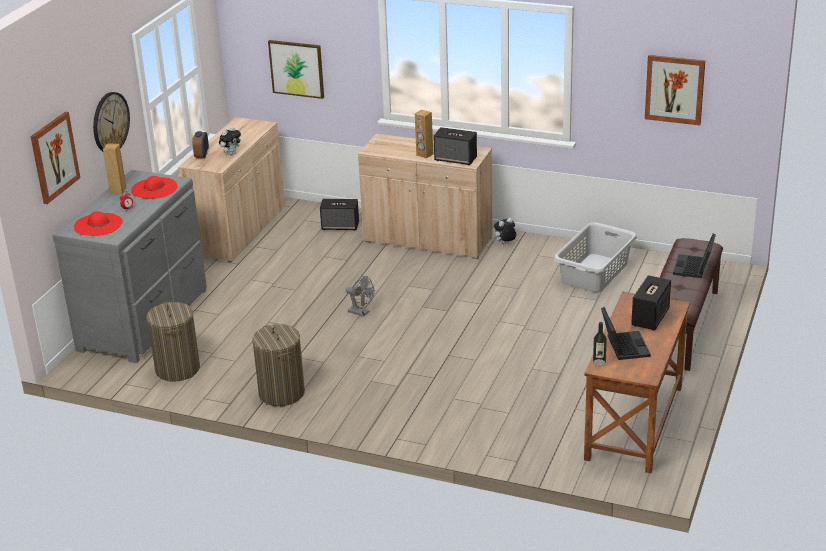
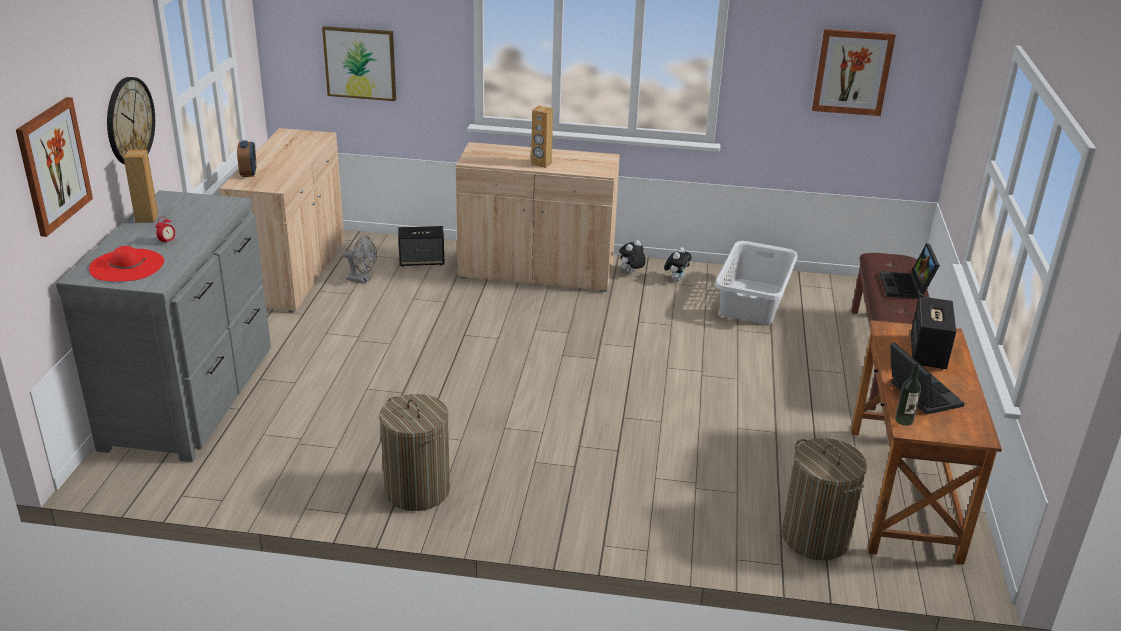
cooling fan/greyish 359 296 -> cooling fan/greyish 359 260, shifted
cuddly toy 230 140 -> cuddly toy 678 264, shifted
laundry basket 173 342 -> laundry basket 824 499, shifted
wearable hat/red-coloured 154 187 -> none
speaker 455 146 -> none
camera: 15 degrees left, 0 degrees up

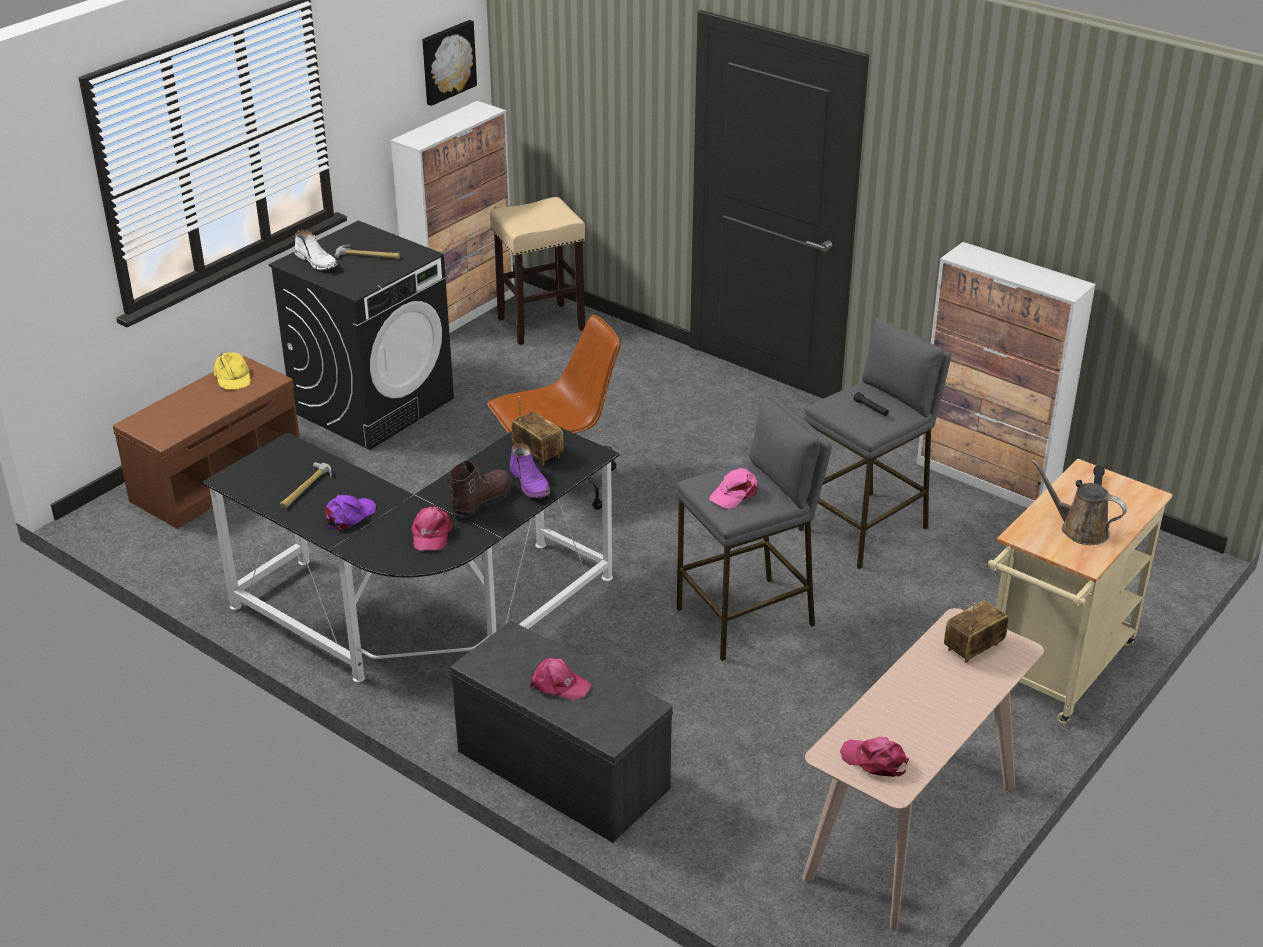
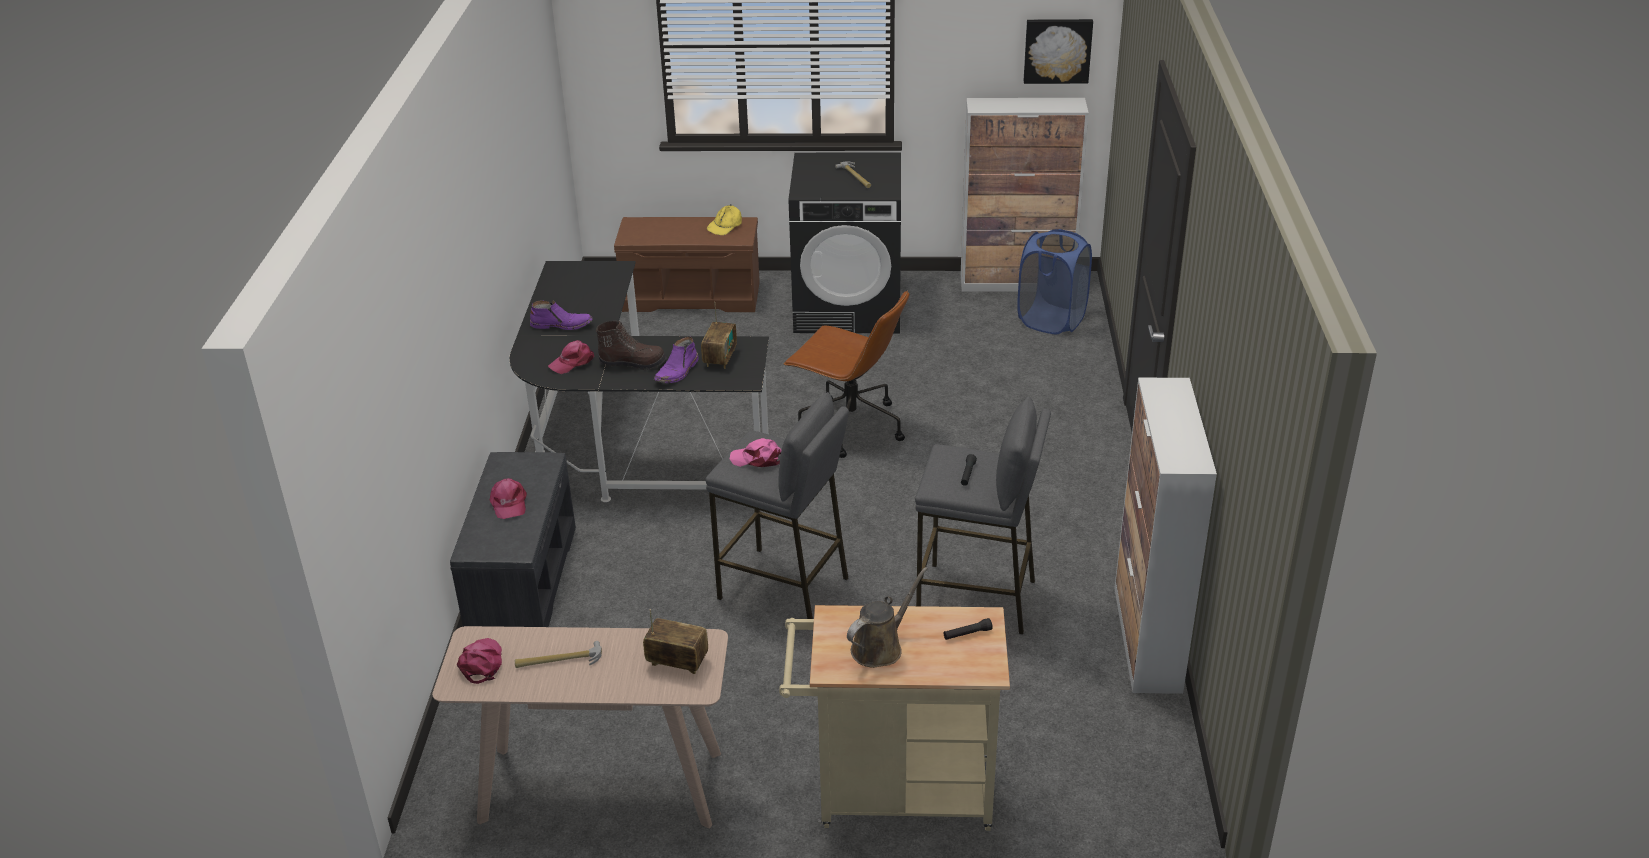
tool hammer 306 485 -> tool hammer 558 654, shifted
peaked cap/purple-coloured 350 513 -> tall boot/purple-coloured 561 315
watering pot/brown 1079 502 -> watering pot/brown 887 617, 45 degrees clockwise
stool/beige 537 271 -> laundry basket/blue-coloured 1054 281
tall boot/whitish 317 250 -> none
camera: 55 degrees right, 0 degrees up

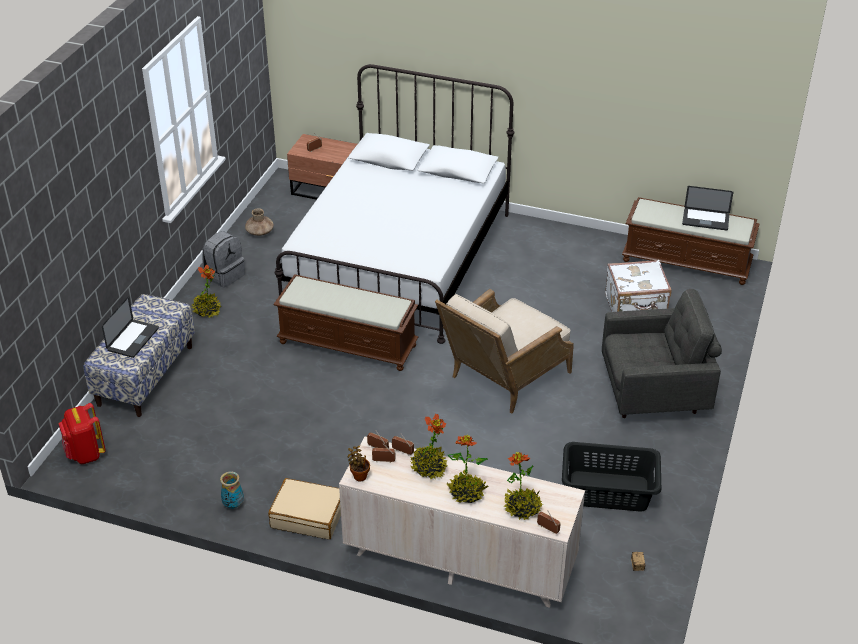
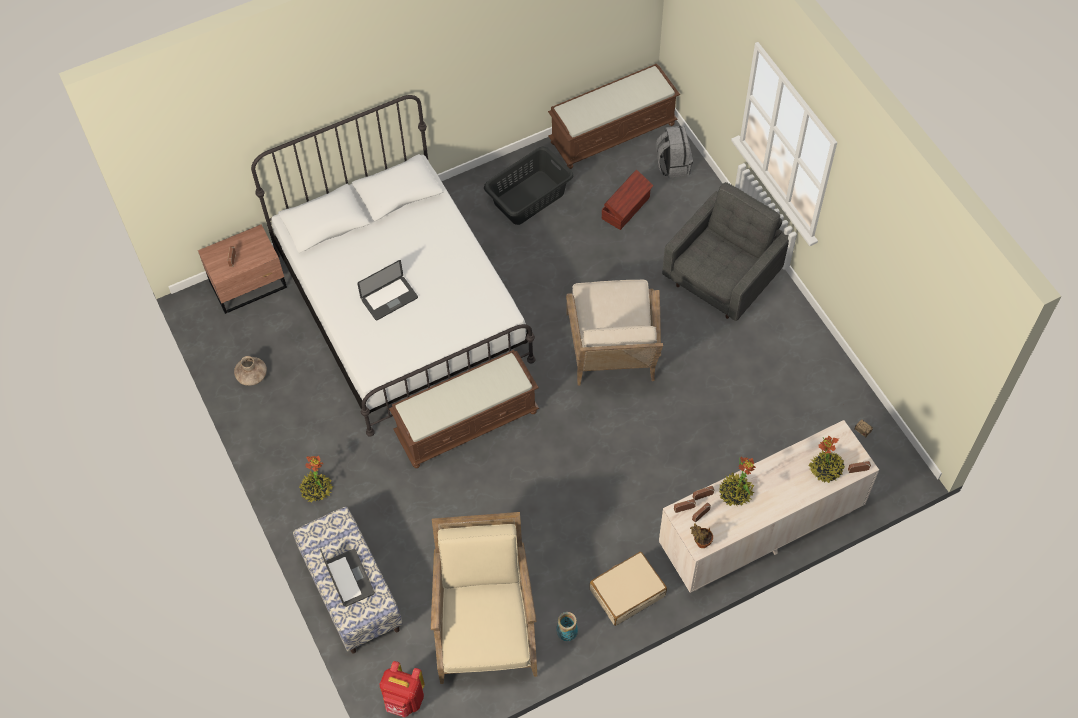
laptop 707 208 -> laptop 387 290, shifted
none -> armchair/beige 484 598
laundry basket/black-coloured 611 477 -> laundry basket/black-coloured 528 186, shifted
suitcase/whitish 638 286 -> storage bin/brown 627 200
backpack/greyish 223 259 -> backpack/greyish 674 152, shifted
potted plant 468 469 -> none
camera: 45 degrees left, 20 degrees up

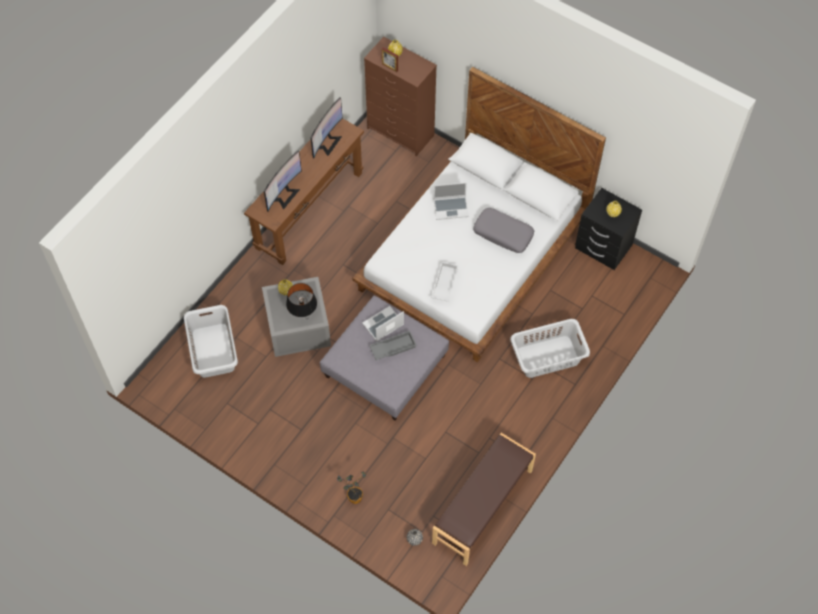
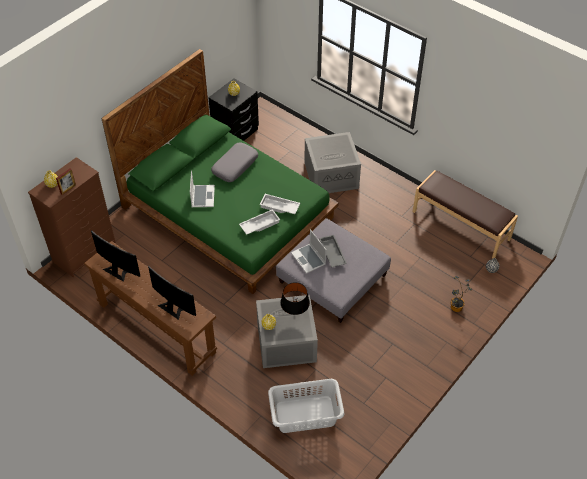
sleeping bed/whitish 479 214 -> sleeping bed/green 220 171
none -> tray/whitish 259 222
laundry basket/greyish 550 348 -> storage bin/greyish 332 162
camera: 85 degrees left, 10 degrees down

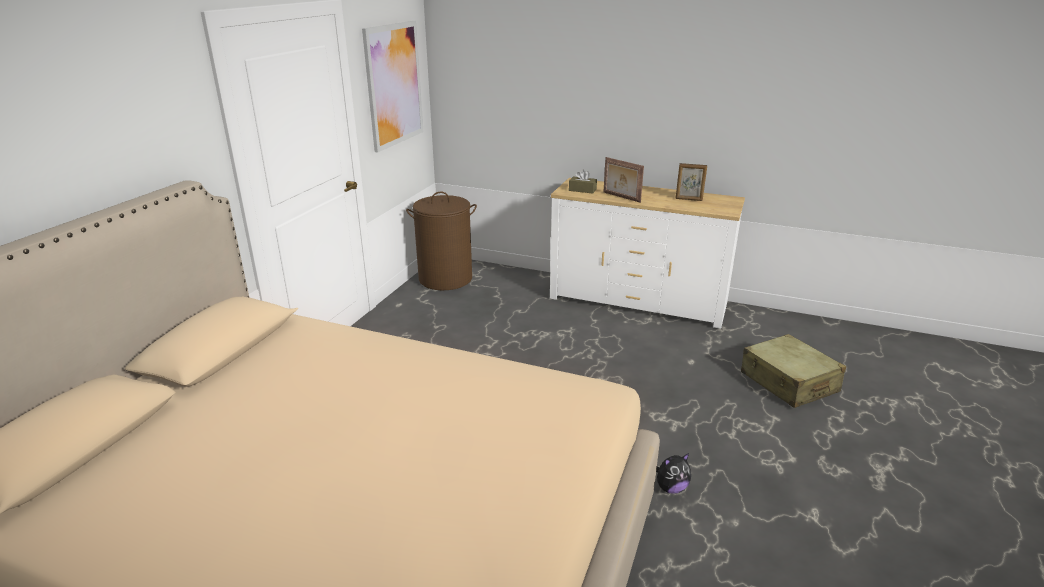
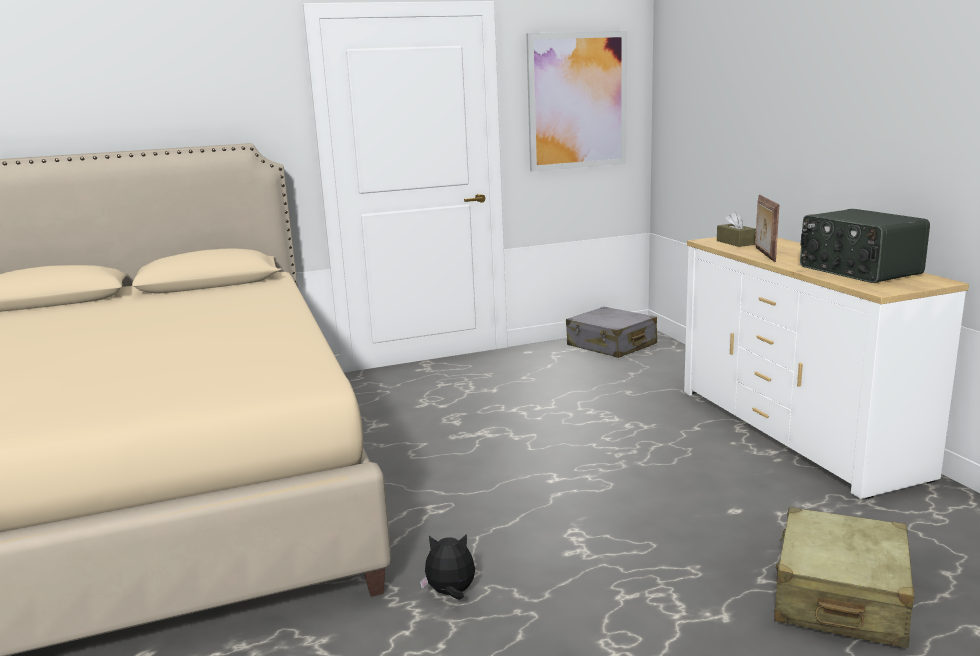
cuddly toy 673 473 -> cuddly toy 447 567, 150 degrees clockwise
laundry basket/brown 441 240 -> suitcase/greyish 611 332
standing frame 691 182 -> radio 865 246
camera: 50 degrees right, 10 degrees down

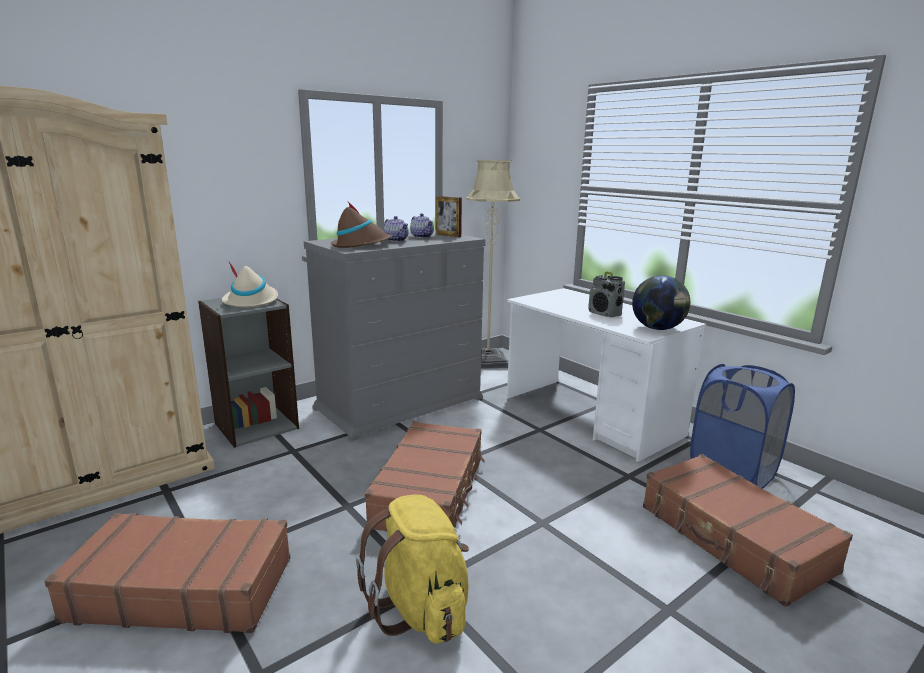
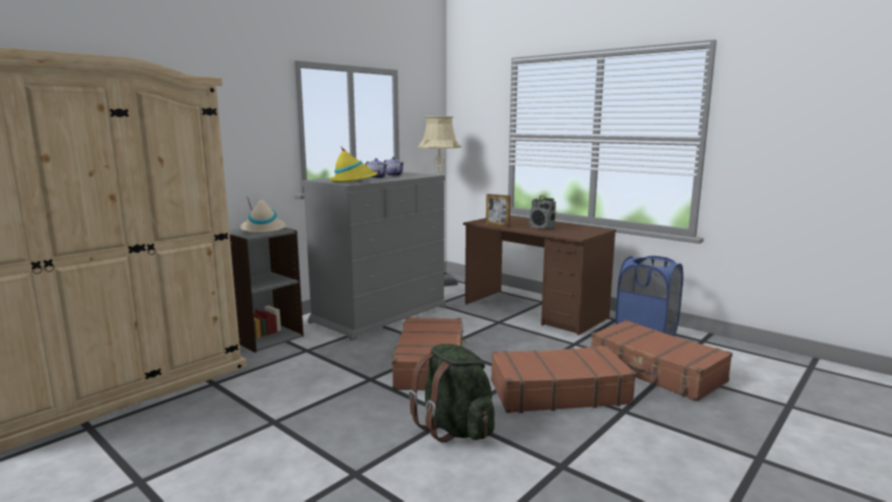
wearable hat/brown 361 225 -> wearable hat/yellow 354 165
backpack/yellow 412 569 -> backpack/green 451 393
desk table/whitish 606 375 -> desk table/brown 539 276
standing frame 449 216 -> standing frame 498 210, shifted
suitcase/brown 167 573 -> suitcase/brown 563 379, shifted
desk globe 661 302 -> none
camera: 10 degrees left, 5 degrees down

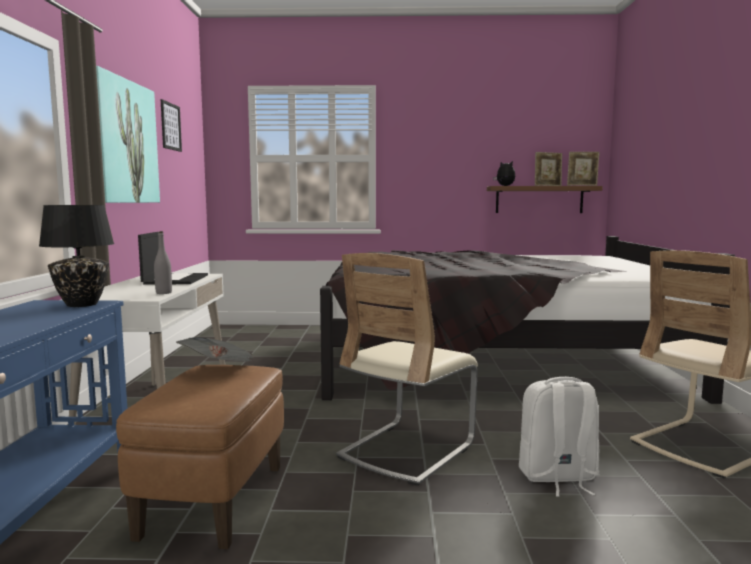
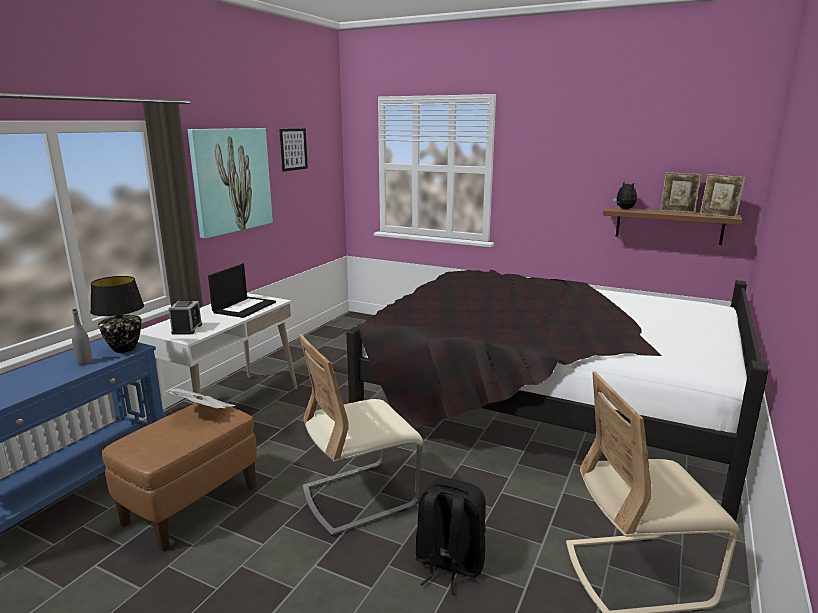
bottle/greyish 163 263 -> bottle/greyish 82 337, shifted
none -> alarm clock 185 318
backpack/whitish 559 437 -> backpack/black-coloured 450 536
camera: 25 degrees right, 10 degrees up

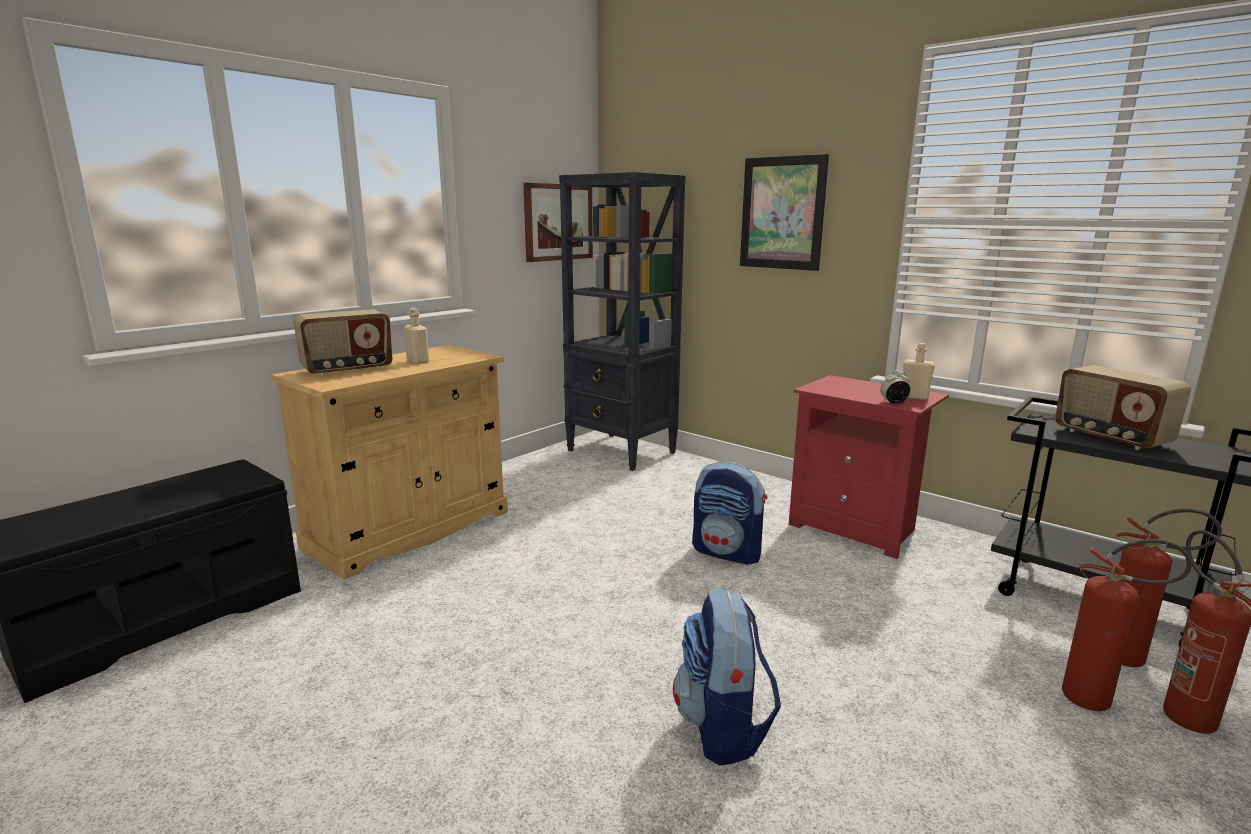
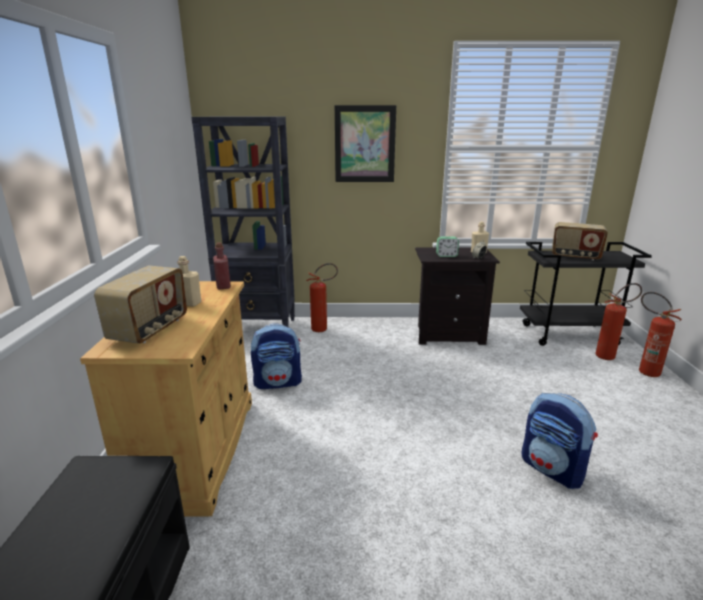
none -> bottle/red-coloured 222 266
backpack 730 513 -> backpack 276 356, shifted
fire-fighting cylinder 1127 625 -> fire-fighting cylinder 322 297, shifted
night table/red-coloured 869 467 -> night table/black-coloured 457 296
none -> alarm clock 447 247
picture 558 222 -> none
camera: 40 degrees left, 5 degrees up

